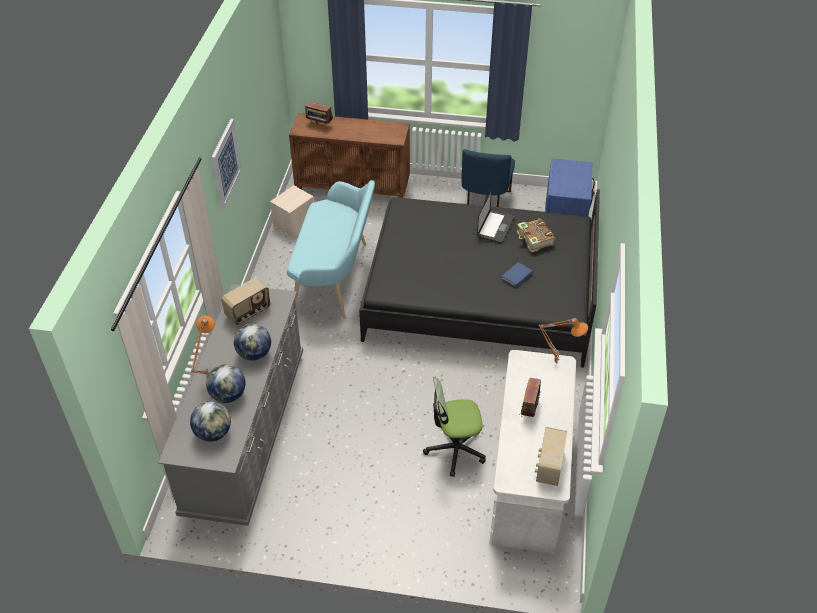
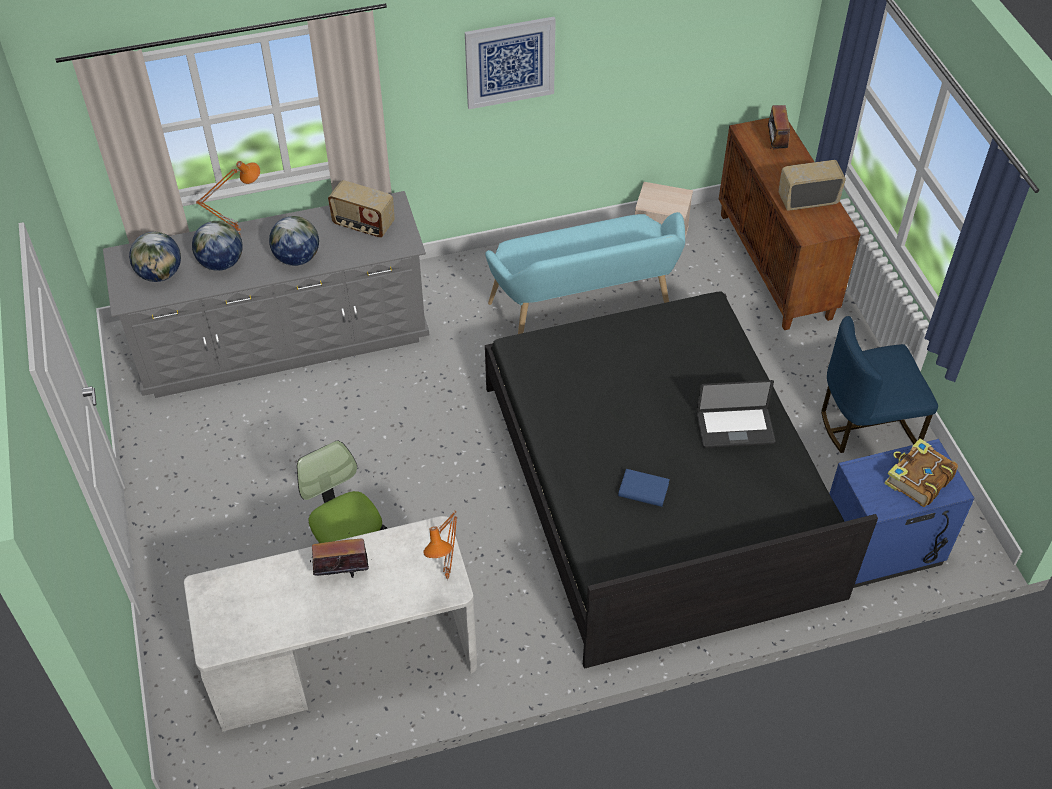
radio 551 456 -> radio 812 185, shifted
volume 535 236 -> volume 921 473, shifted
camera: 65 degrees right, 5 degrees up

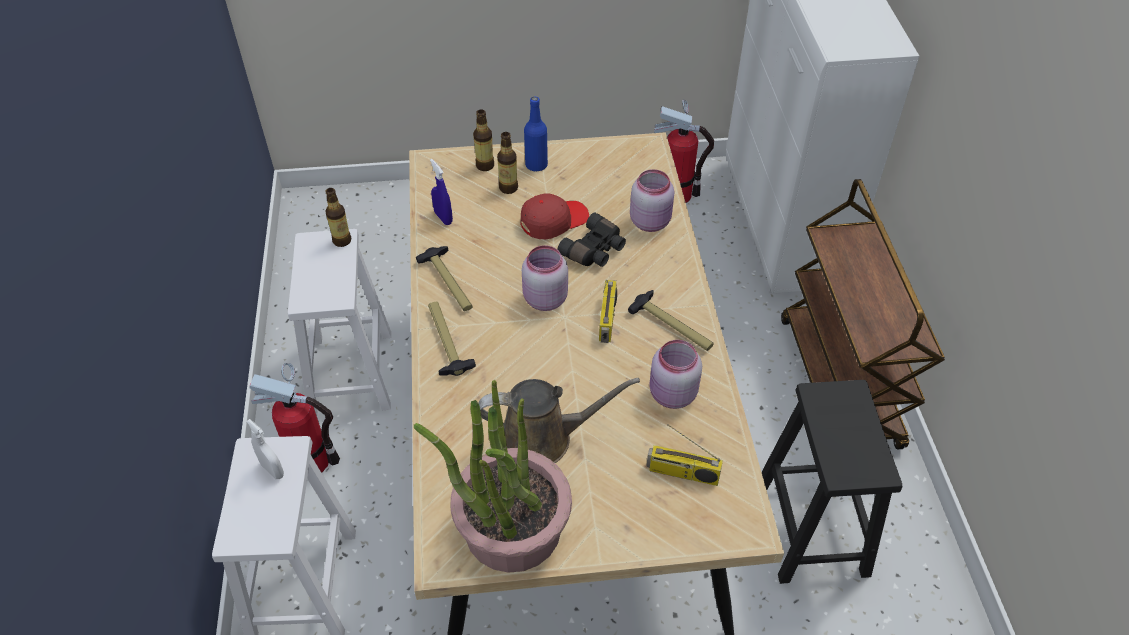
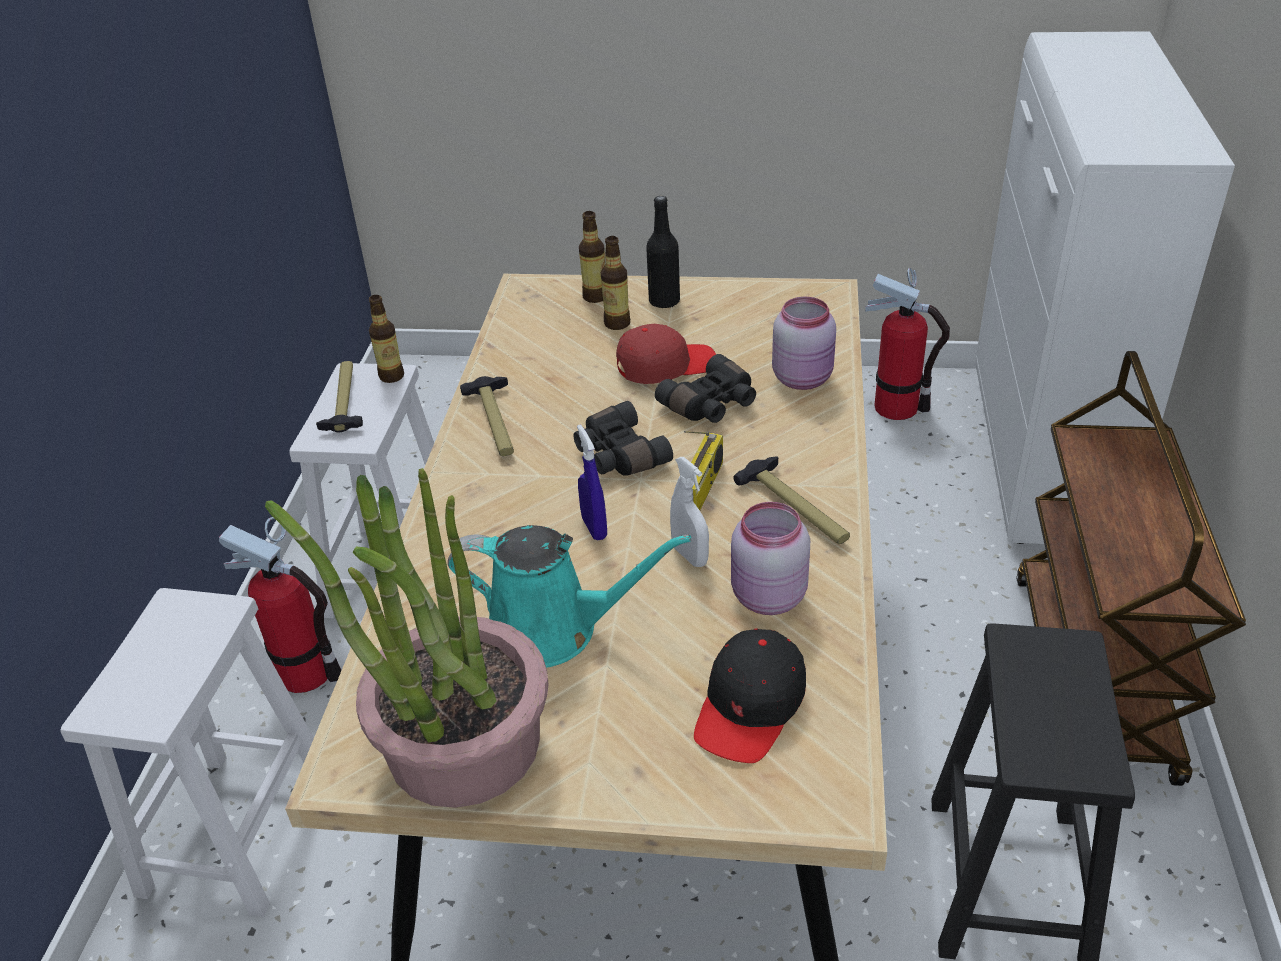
tool hammer 452 339 -> tool hammer 339 396, shifted
watering pot/brown 559 420 -> watering pot/turquoise 569 596
preserve jar/pinkish 545 278 -> binoculars/black-coloured 623 438
spray bottle/blue-coloured 441 192 -> spray bottle/blue-coloured 592 482, shifted
bottle/blue-coloured 536 134 -> bottle/black-coloured 663 252
spray bottle/whitish 265 449 -> spray bottle/whitish 689 512, shifted
radio 684 455 -> peaked cap/black-coloured 750 696
camera: 15 degrees right, 10 degrees down

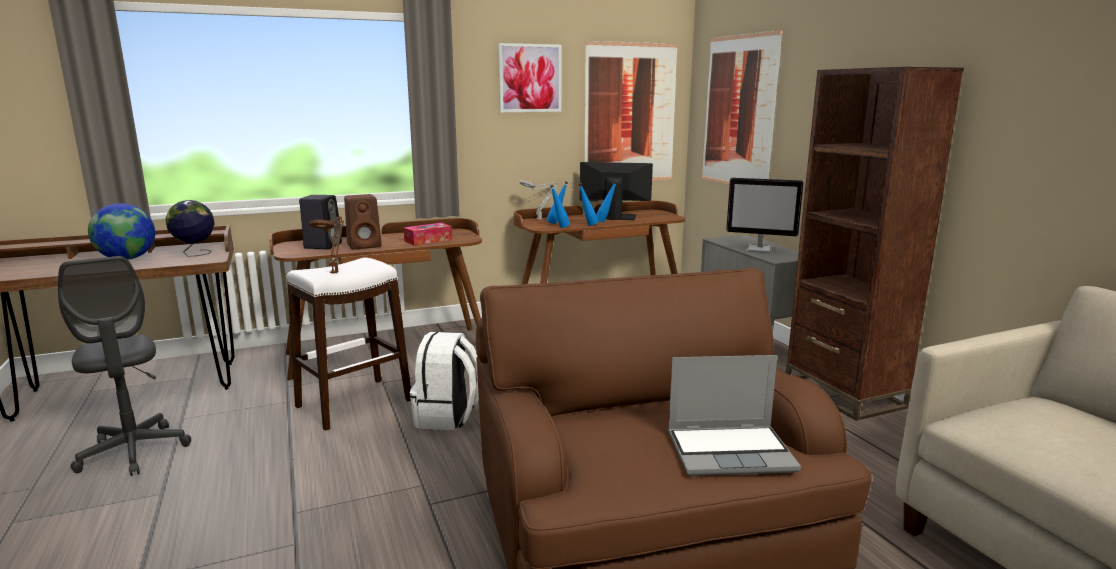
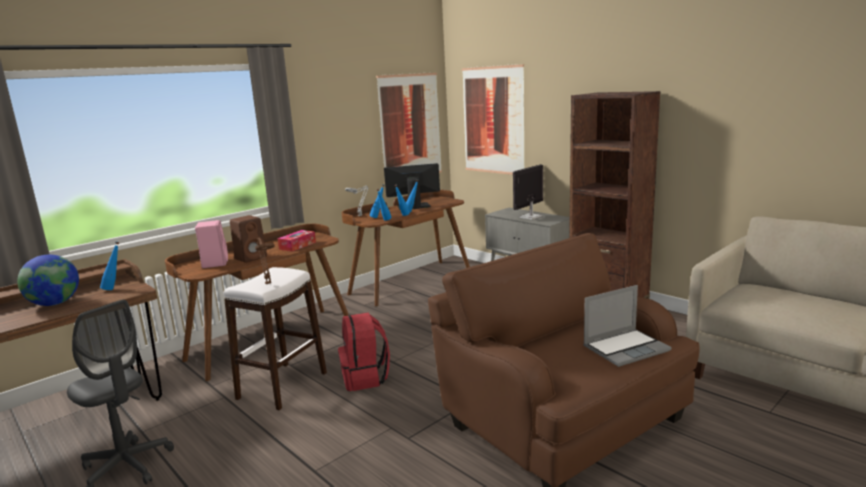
desk globe 190 228 -> bottle/blue-coloured 109 266
speaker/black-coloured 320 222 -> speaker/pinkish 211 244
backpack/whitish 444 381 -> backpack/red-coloured 364 351
computer display 765 215 -> computer display 528 192, 135 degrees clockwise
picture 529 77 -> none
camera: 20 degrees left, 0 degrees up

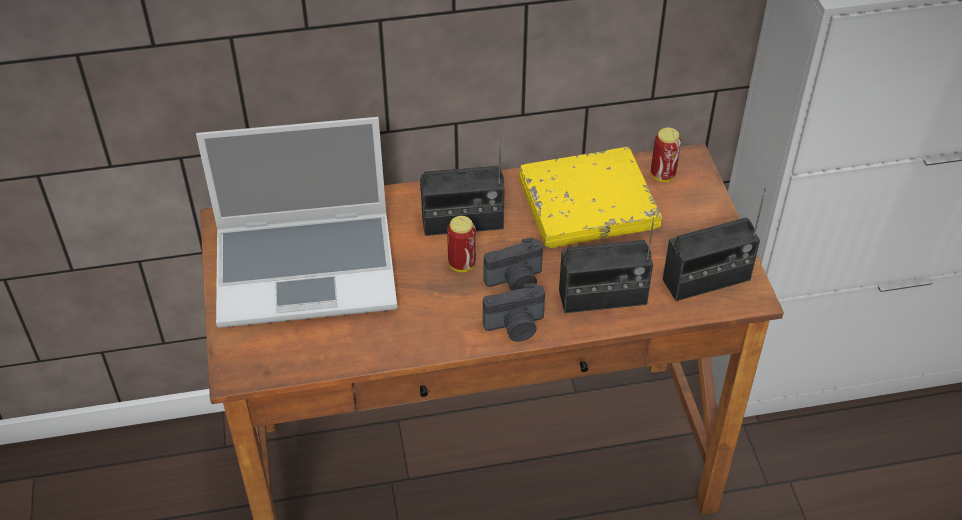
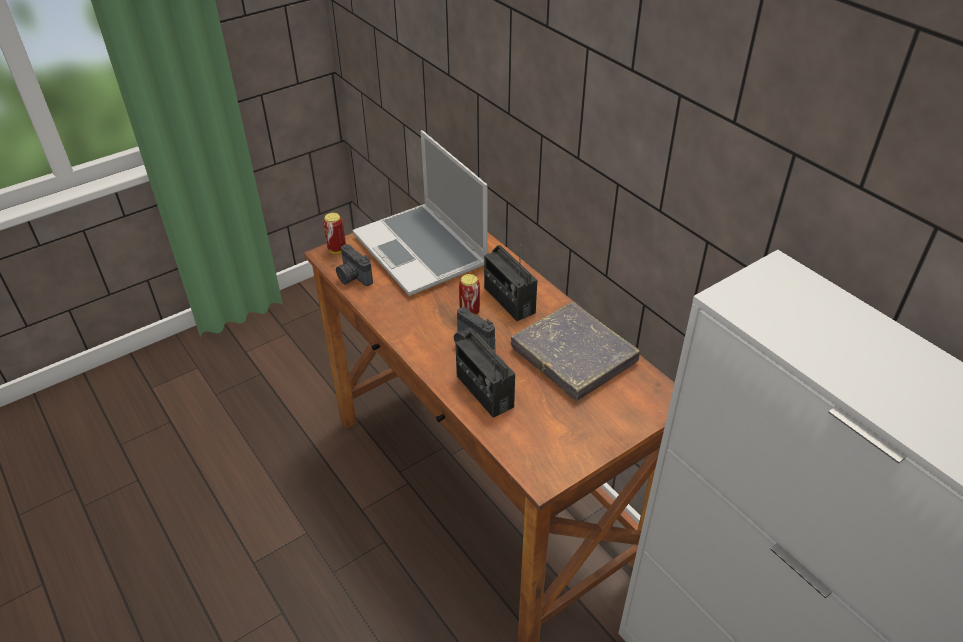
sealed can 666 155 -> sealed can 334 233, shifted
photo camera 514 312 -> photo camera 354 265, shifted
volume/yellow 590 197 -> volume/greyish 575 351
radio 714 244 -> none
camera: 65 degrees right, 5 degrees down

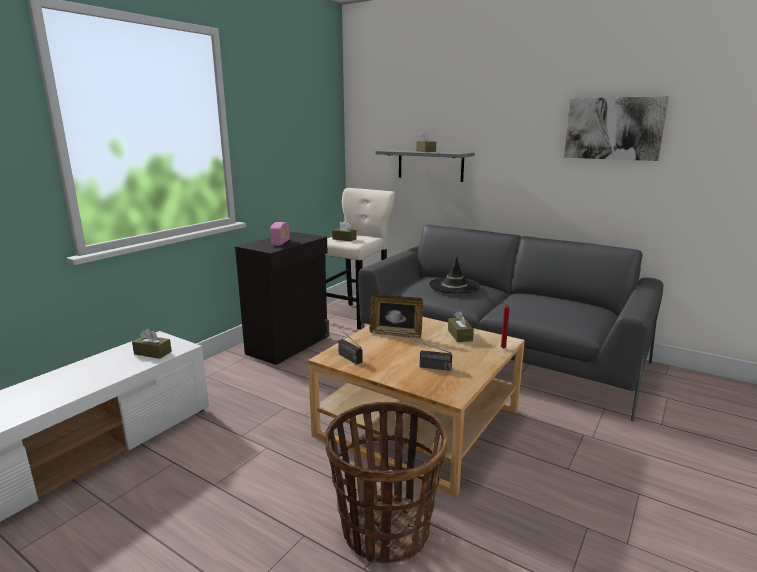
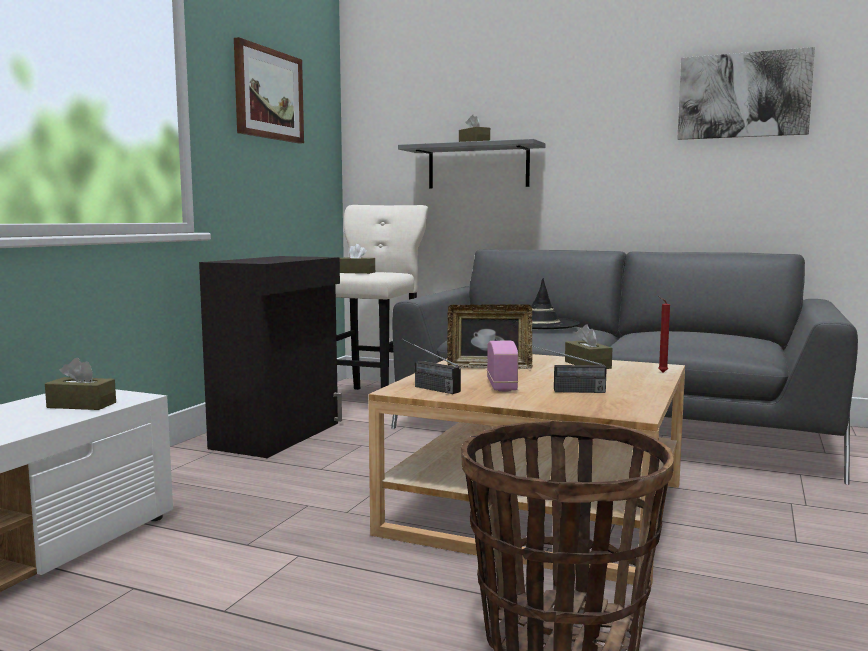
none -> picture 269 90
radio 280 234 -> radio 502 366, shifted
camera: 10 degrees left, 10 degrees down

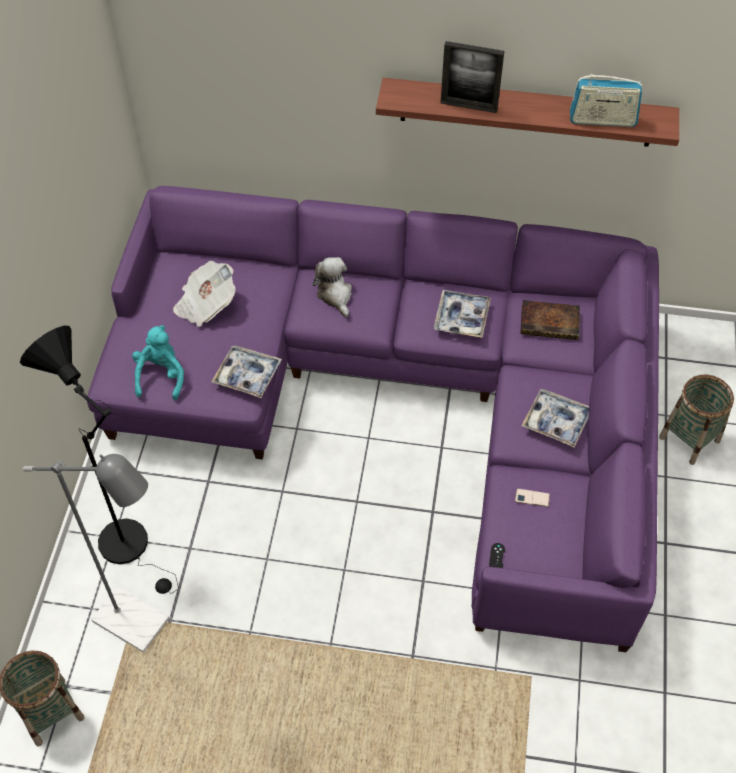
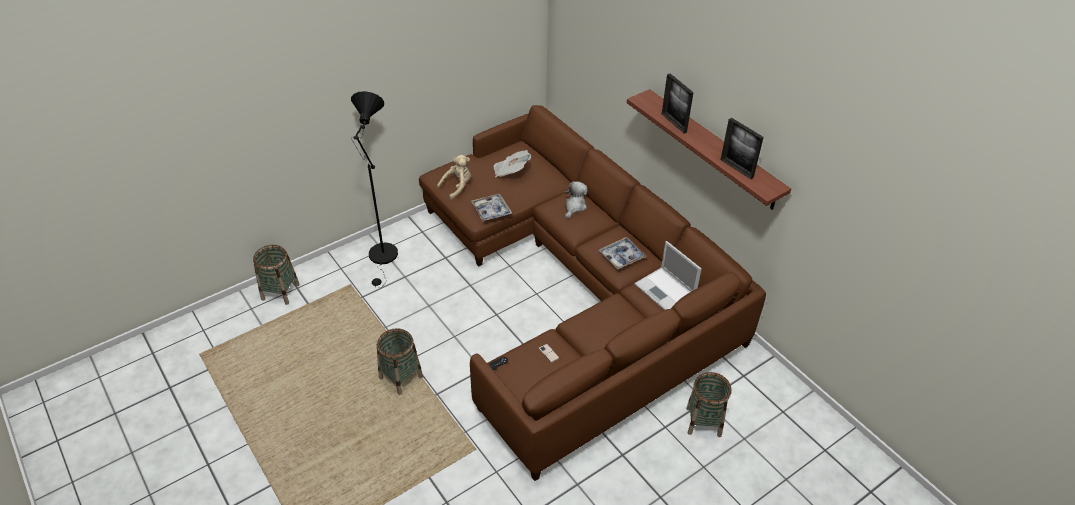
none -> household basket 400 361
couch/purple-coloured 373 419 -> couch/brown 592 293
cuddly toy/turquoise 158 362 -> cuddly toy/beige 454 177
volume 550 320 -> laptop 668 275
radio 606 100 -> standing frame 742 148
standard lamp/greyish 96 553 -> none
tray 555 418 -> none
camera: 45 degrees right, 10 degrees down

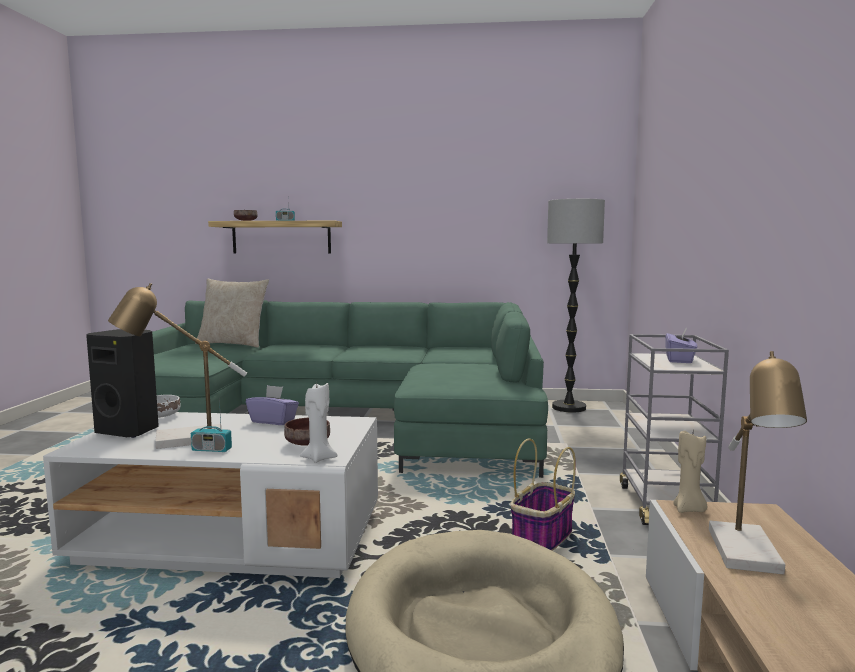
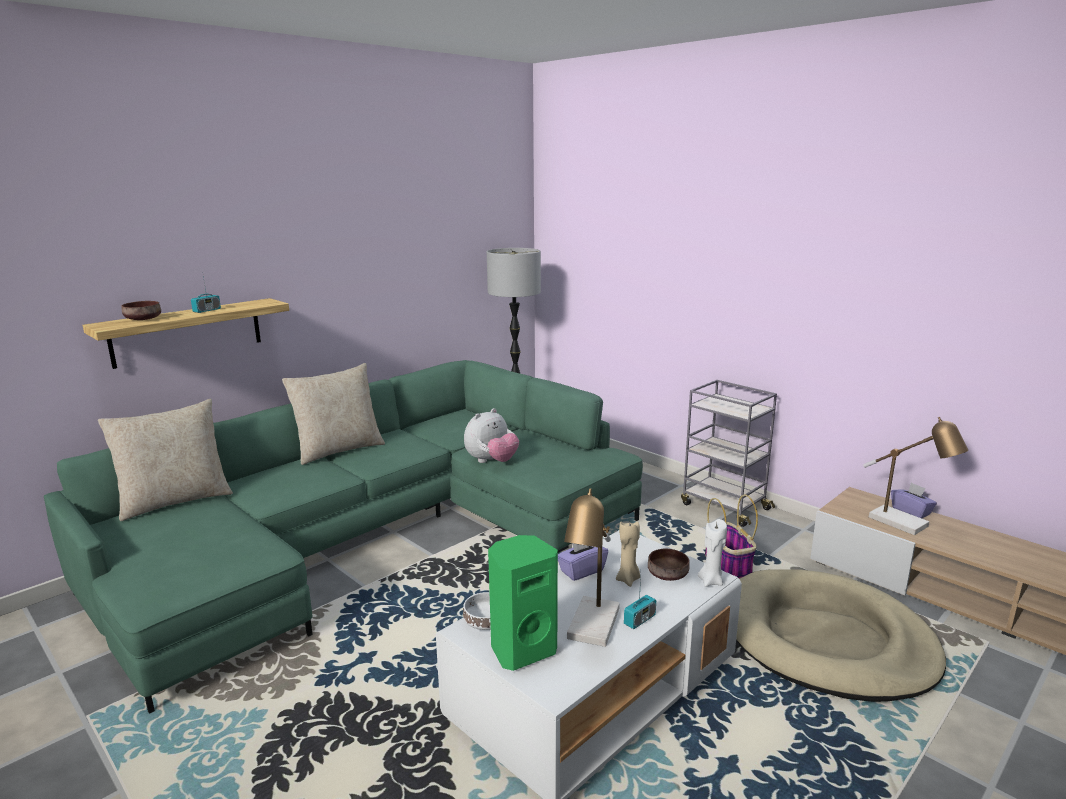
none -> throw pillow/beige 333 414
none -> cuddly toy 491 435
speaker/black-coloured 122 383 -> speaker/green 523 603
wax light/beige 690 472 -> wax light/beige 628 554, shifted
box of tissues/purple-coloured 681 345 -> box of tissues/purple-coloured 914 500, shifted
camera: 50 degrees left, 10 degrees up

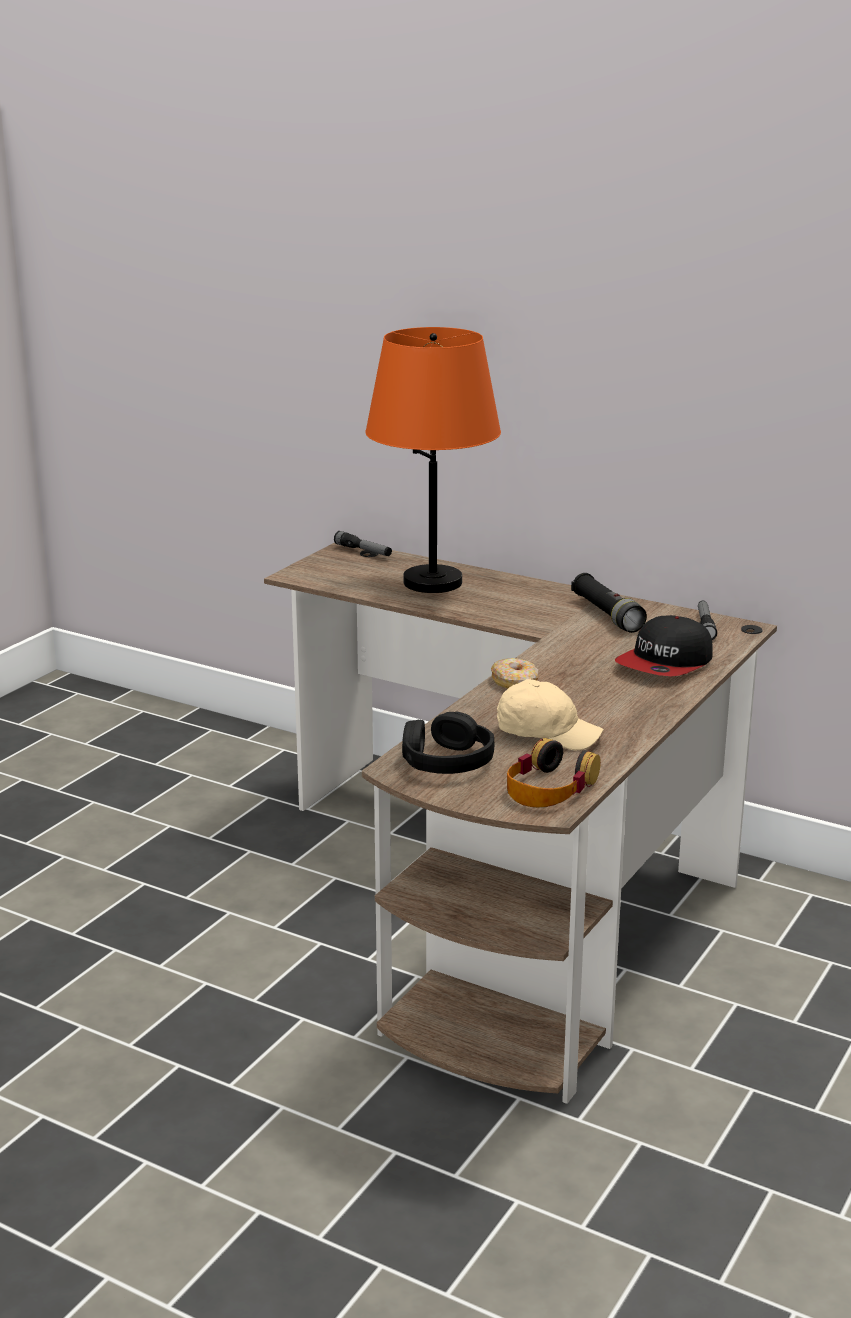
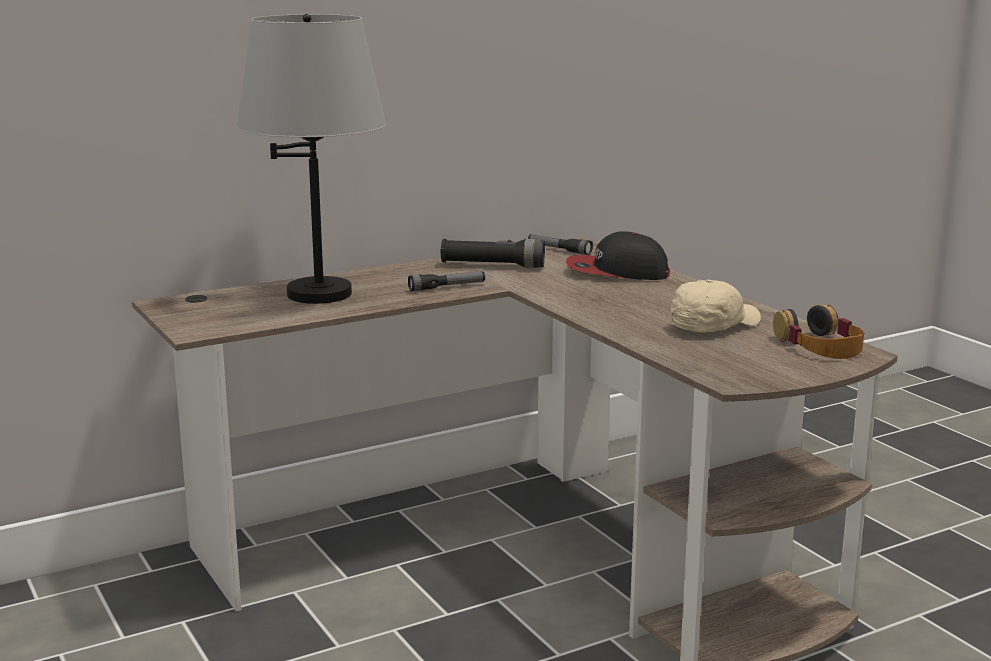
tabletop lamp/orangey 433 460 -> tabletop lamp/greyish 311 159
flashlight 363 543 -> flashlight 446 281, shifted
peaked cap 664 645 -> peaked cap 618 255, 120 degrees clockwise
pair of headphones/black-coloured 448 742 -> none
donut 515 673 -> none
camera: 60 degrees left, 5 degrees down

